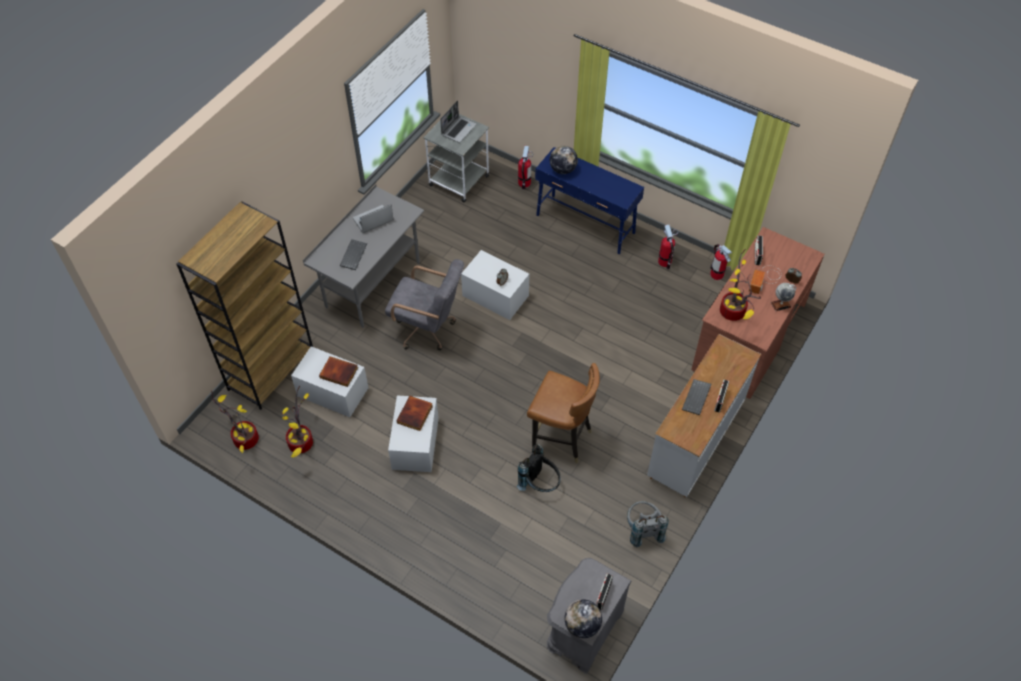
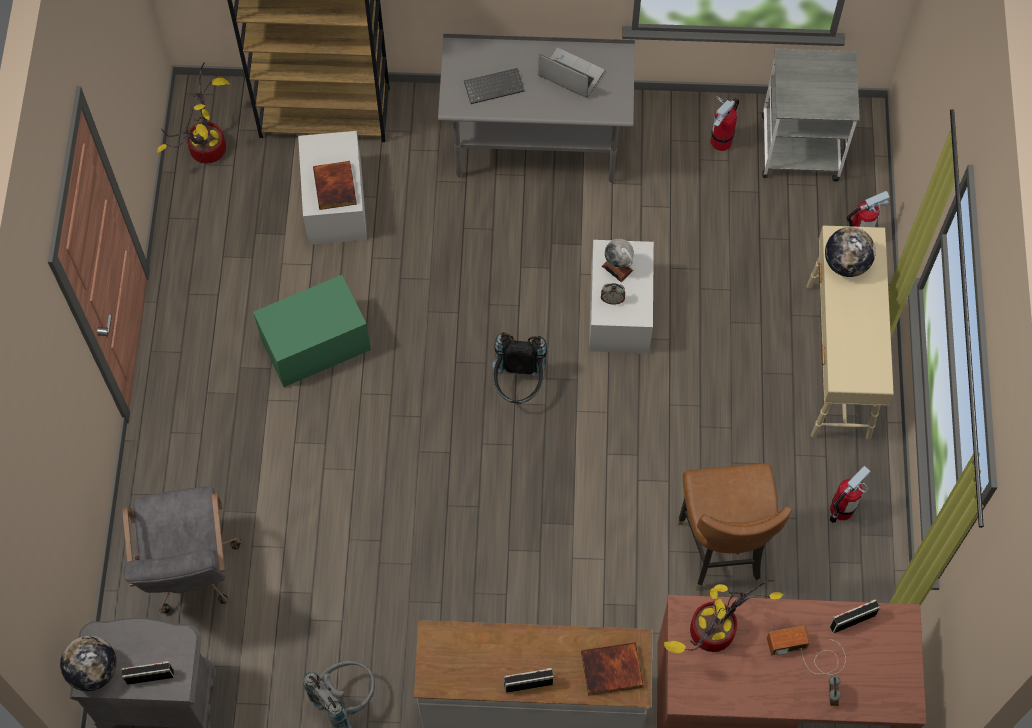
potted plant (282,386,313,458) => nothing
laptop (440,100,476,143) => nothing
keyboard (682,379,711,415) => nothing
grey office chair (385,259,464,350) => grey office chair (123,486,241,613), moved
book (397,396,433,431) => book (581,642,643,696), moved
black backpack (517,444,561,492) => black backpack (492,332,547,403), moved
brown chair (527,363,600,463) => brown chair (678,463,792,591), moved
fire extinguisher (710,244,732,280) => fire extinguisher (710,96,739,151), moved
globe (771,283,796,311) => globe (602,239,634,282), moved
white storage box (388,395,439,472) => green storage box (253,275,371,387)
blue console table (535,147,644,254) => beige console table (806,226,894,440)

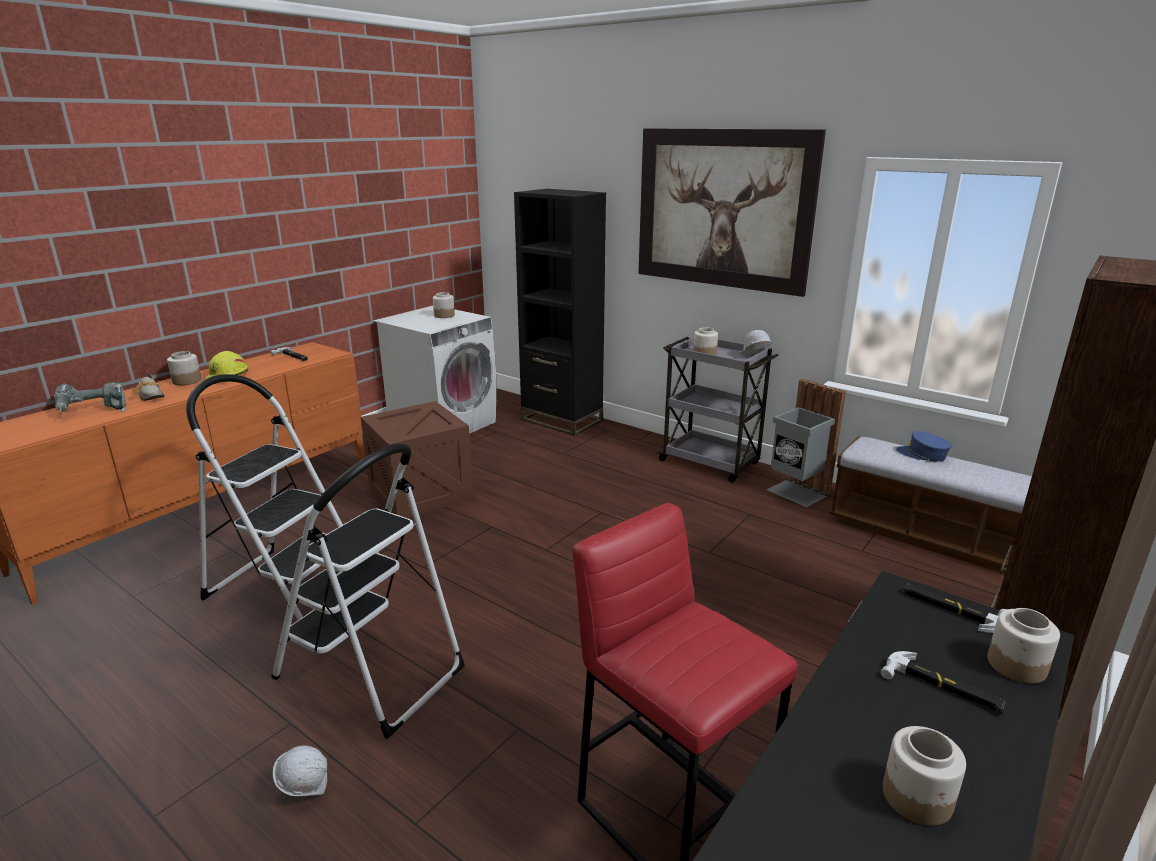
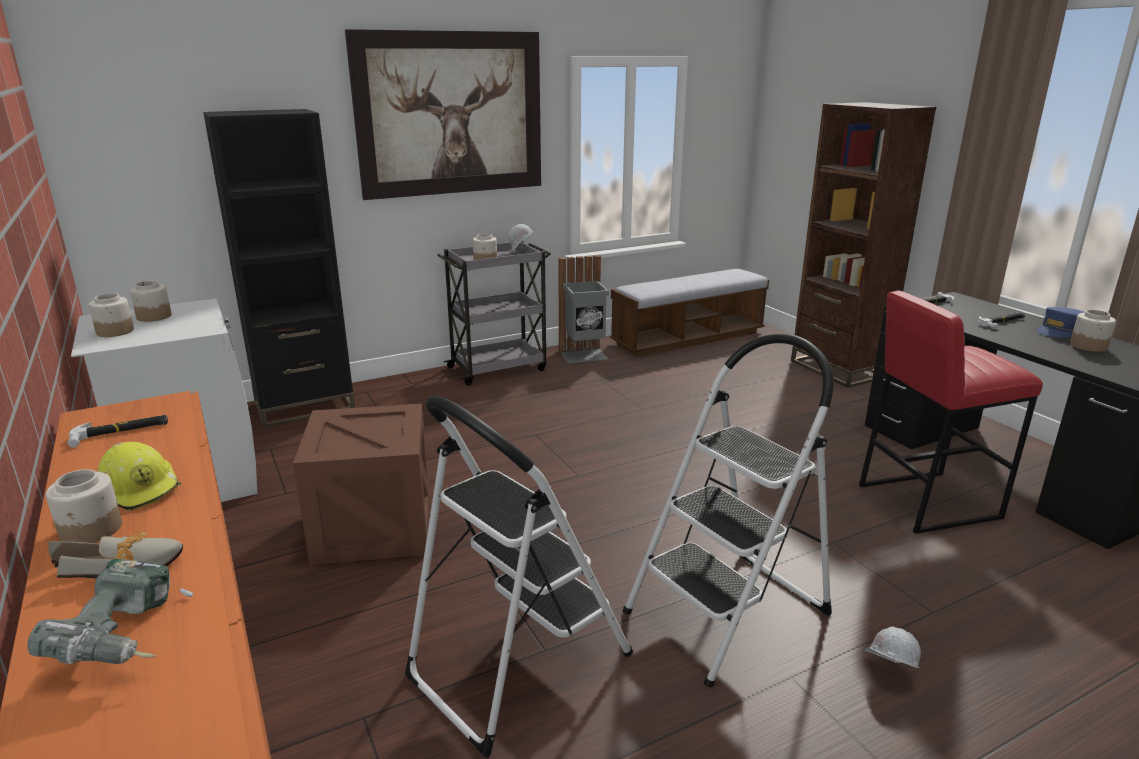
blue cap (896,431,952,462) => blue cap (1037,307,1085,337), moved
jar (987,608,1060,684) => jar (89,294,134,337), moved

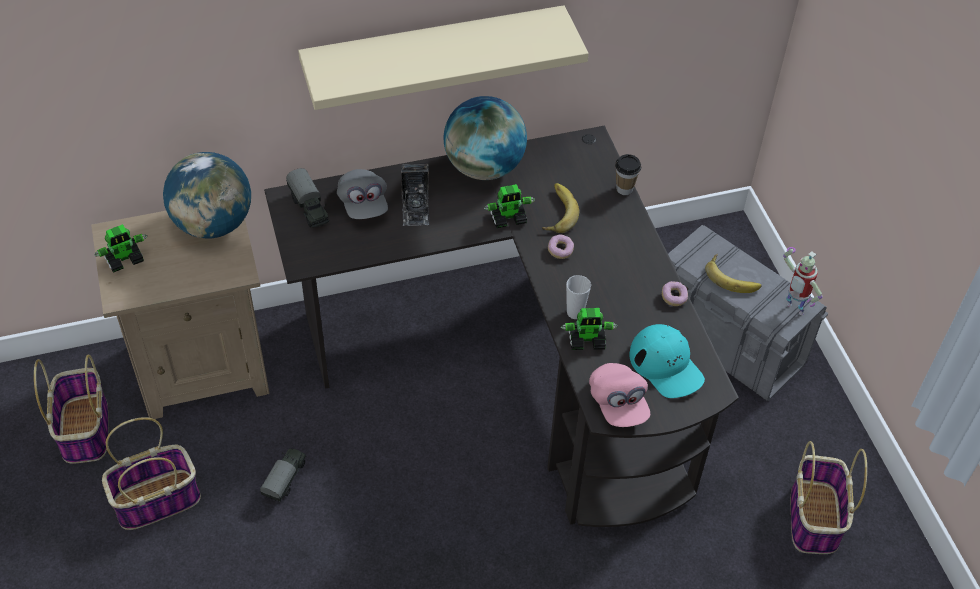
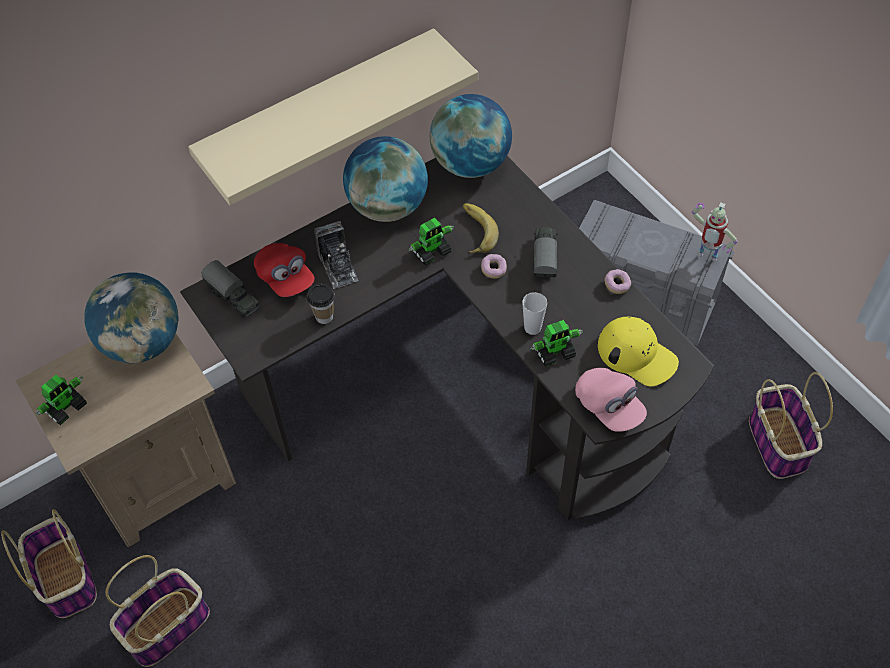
banana (705,254,762,293) => nothing
nothing => globe (430,94,512,178)
toy truck (260,448,306,501) => toy truck (533,227,558,279), moved
cup (615,154,641,195) => cup (307,283,335,324), moved
grey cap (337,169,388,219) => red cap (254,243,315,297)
turquoise cap (630,324,705,398) => yellow cap (598,317,679,386)

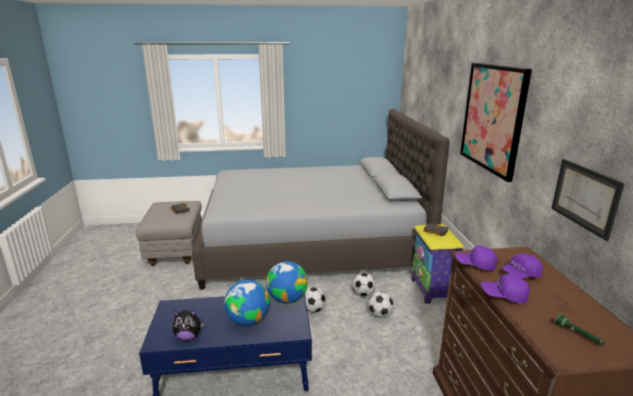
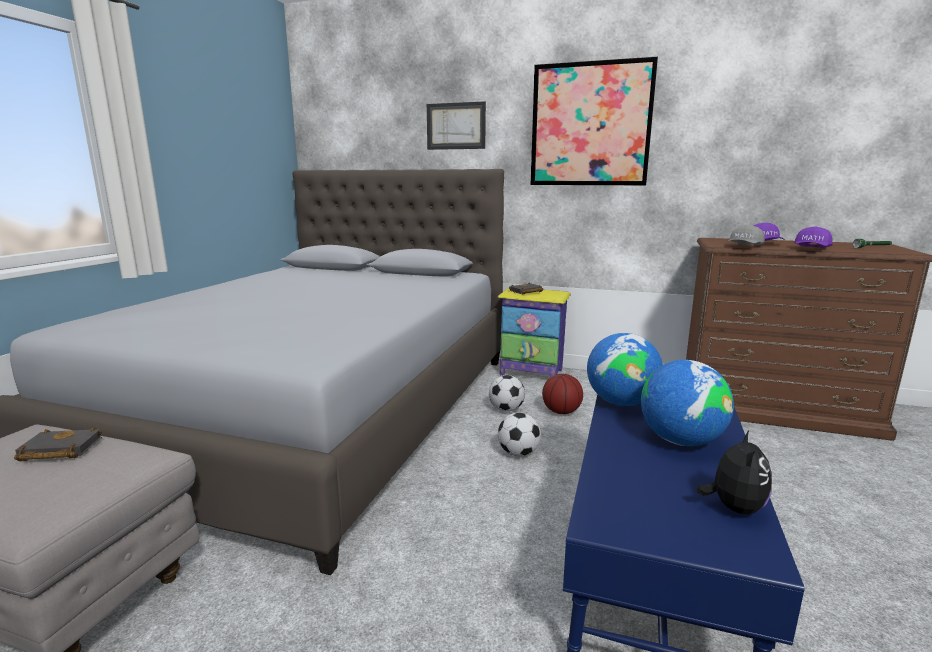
picture (551,159,625,241) => picture (427,101,486,150), moved
football (368,291,394,318) => basketball (542,374,583,414)
purple cap (455,246,498,271) => grey cap (728,225,765,246)

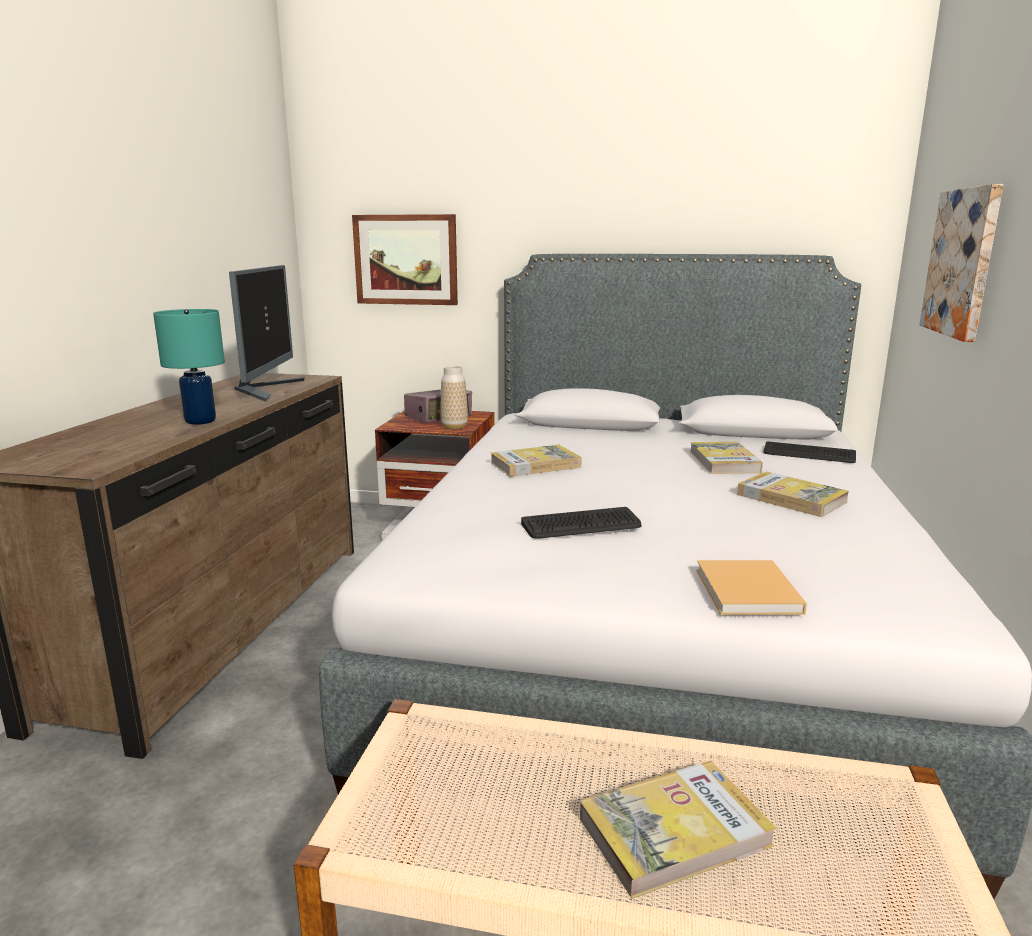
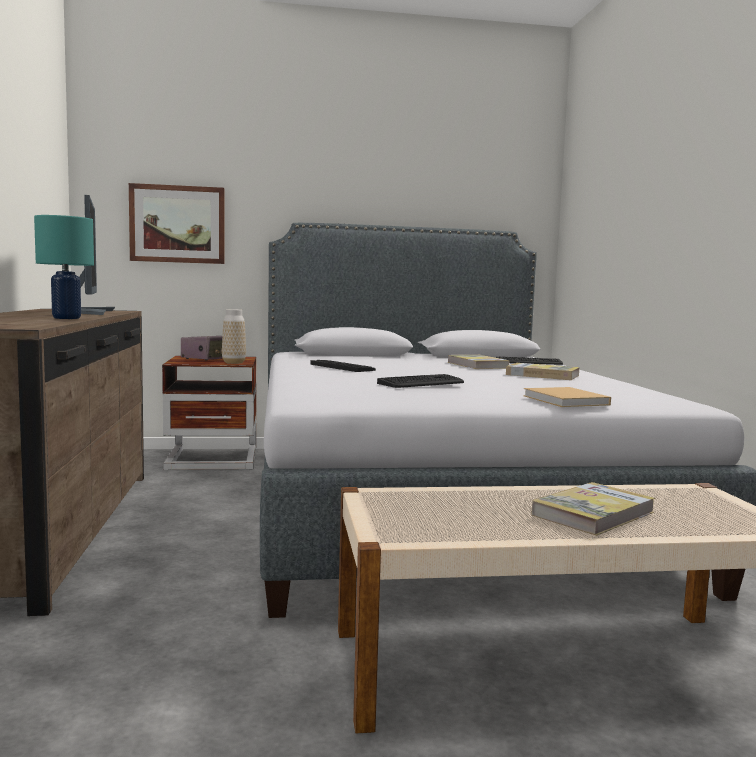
picture (919,184,1004,342) => nothing
book (491,445,582,477) => keyboard (311,360,376,372)

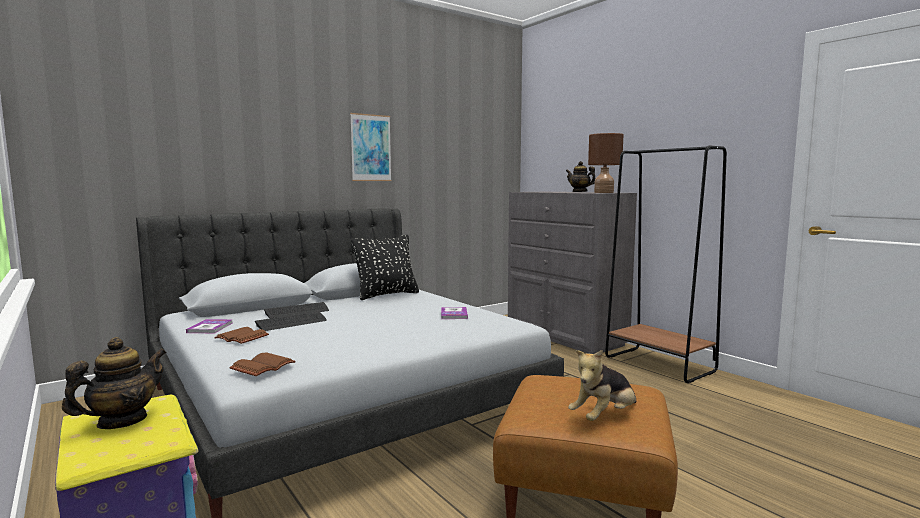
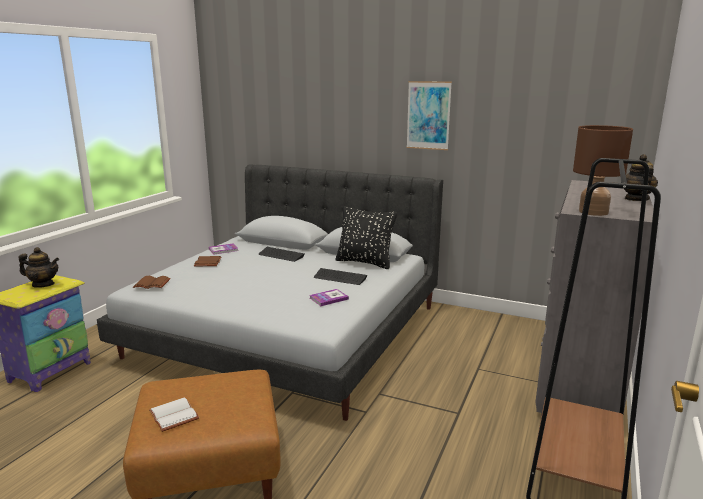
keyboard (255,311,327,331) => keyboard (314,268,367,285), moved
plush toy (568,350,636,421) => white book (149,397,199,432)

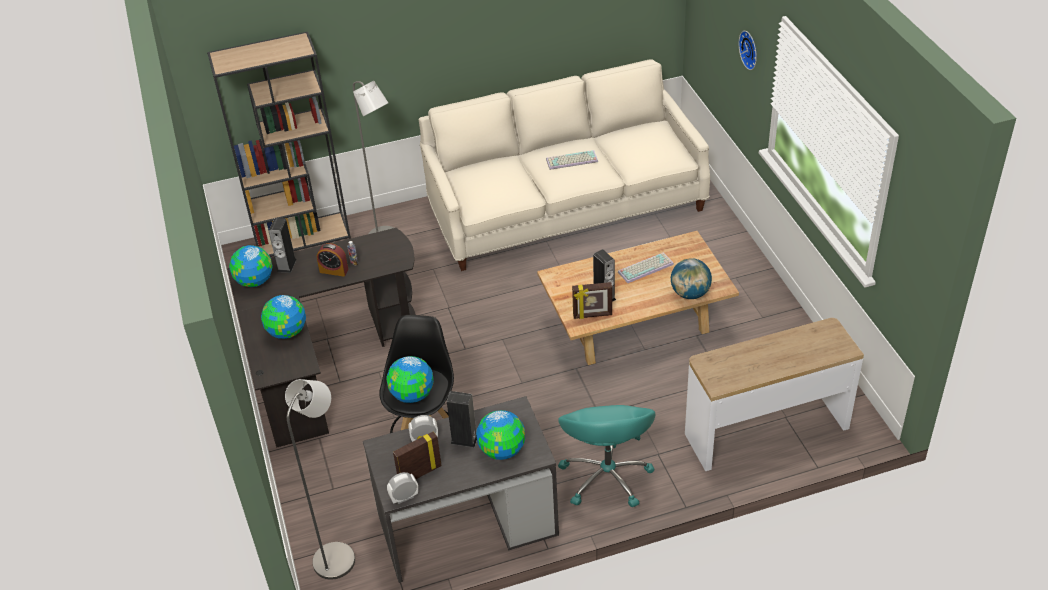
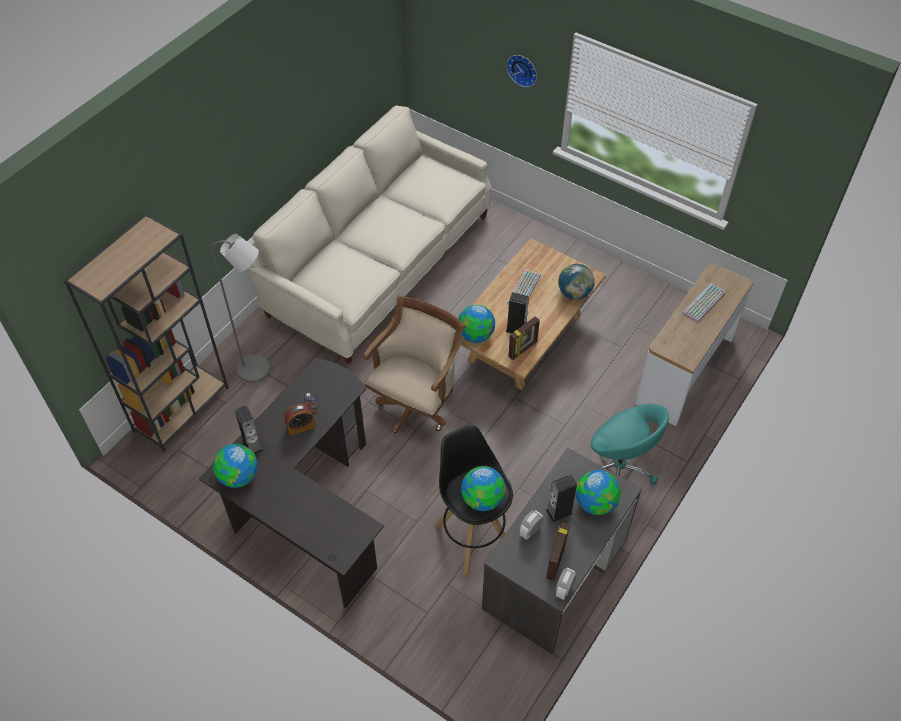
grey floor lamp (285,379,355,580) => nothing
nothing => office chair (363,296,466,433)
globe (261,295,306,339) => globe (458,305,495,343), moved
keyboard (546,150,598,170) => keyboard (683,283,726,323), moved

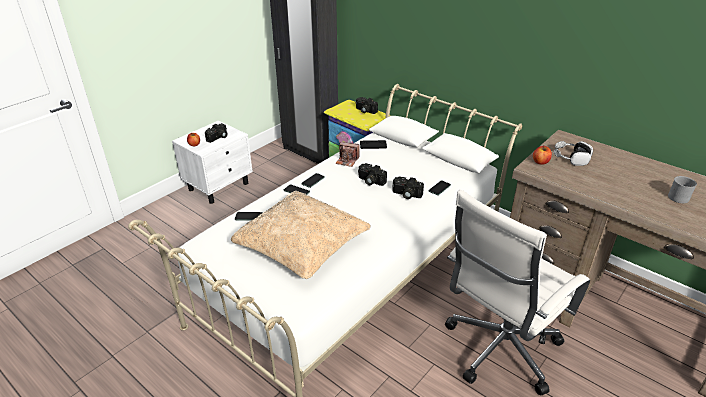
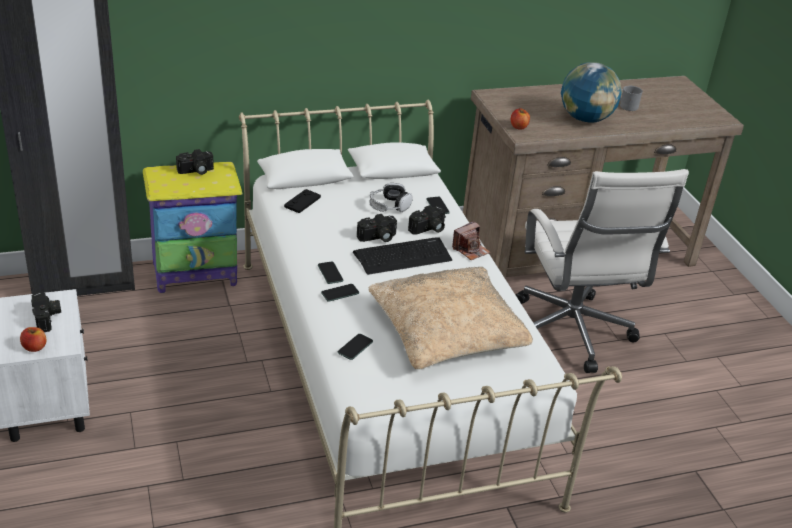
nothing => keyboard (353,237,452,275)
nothing => globe (561,62,622,123)
photo camera (335,142,360,167) => photo camera (452,221,490,260), moved
headphones (553,141,593,166) => headphones (369,183,412,212), moved

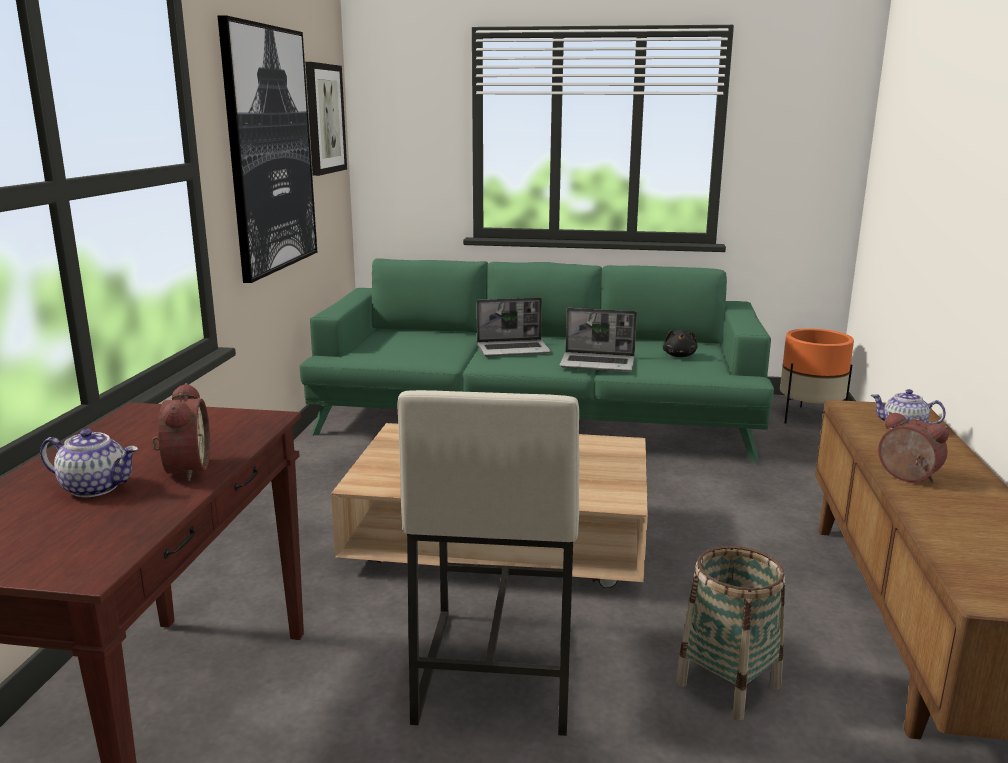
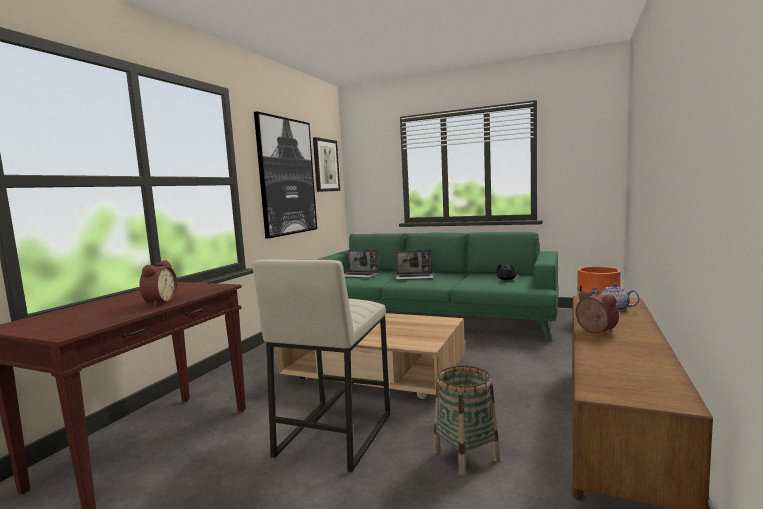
teapot (40,429,138,497) => nothing
laptop (559,308,637,372) => laptop (344,250,379,279), moved

